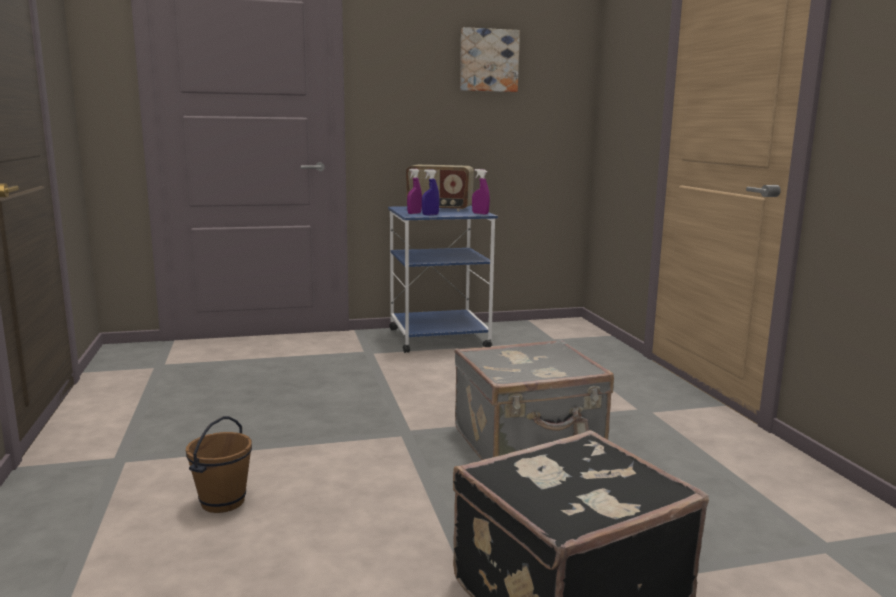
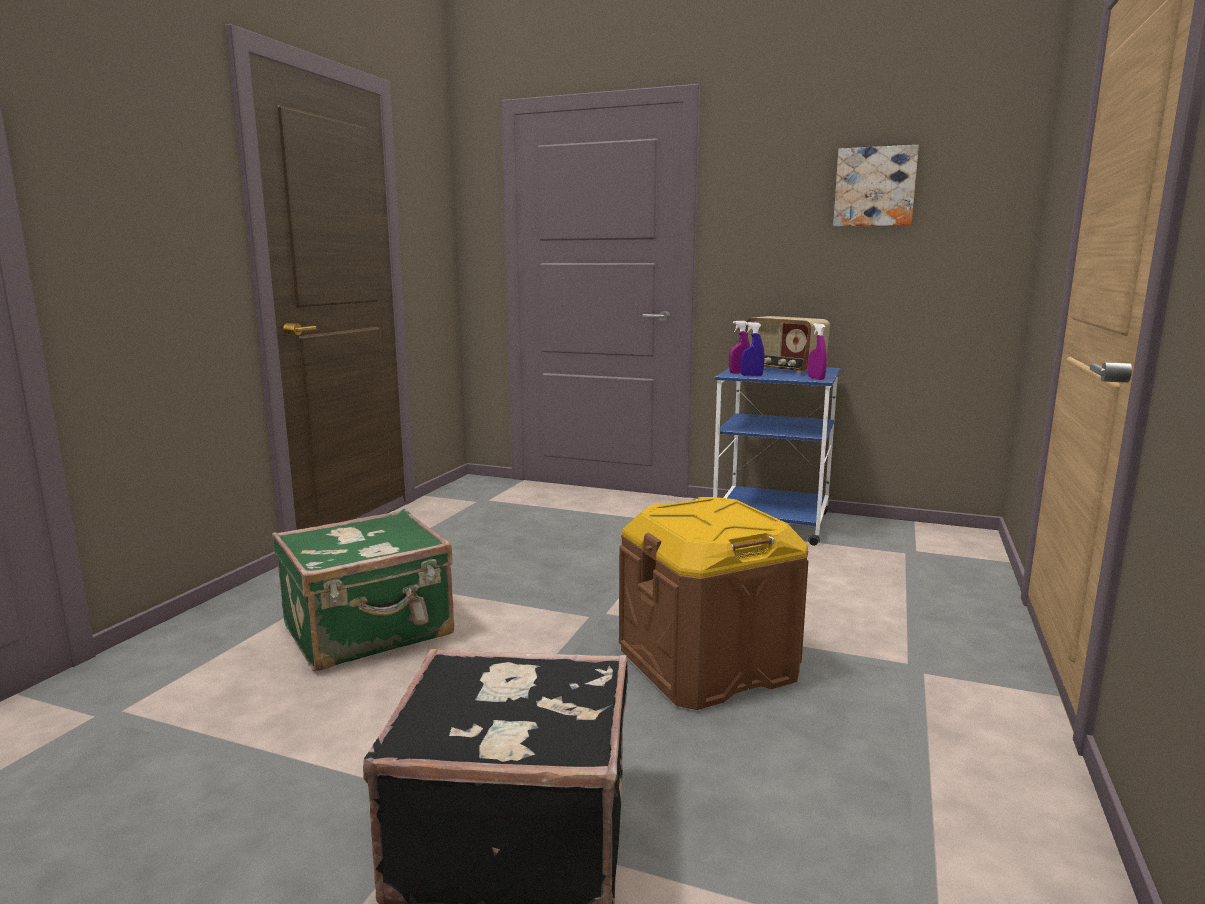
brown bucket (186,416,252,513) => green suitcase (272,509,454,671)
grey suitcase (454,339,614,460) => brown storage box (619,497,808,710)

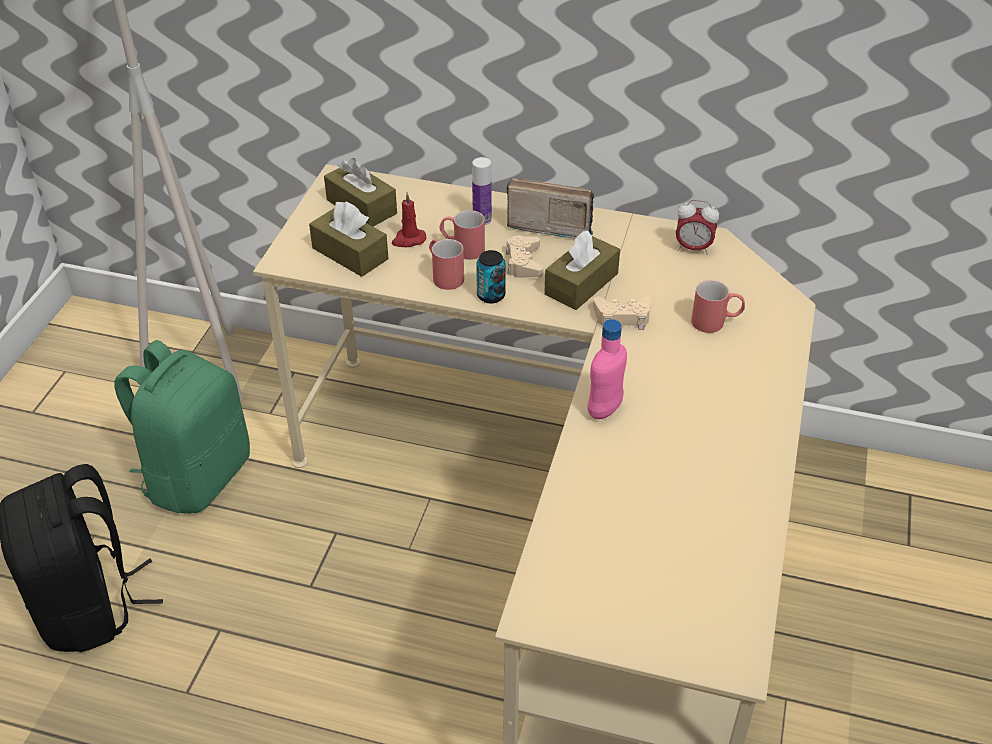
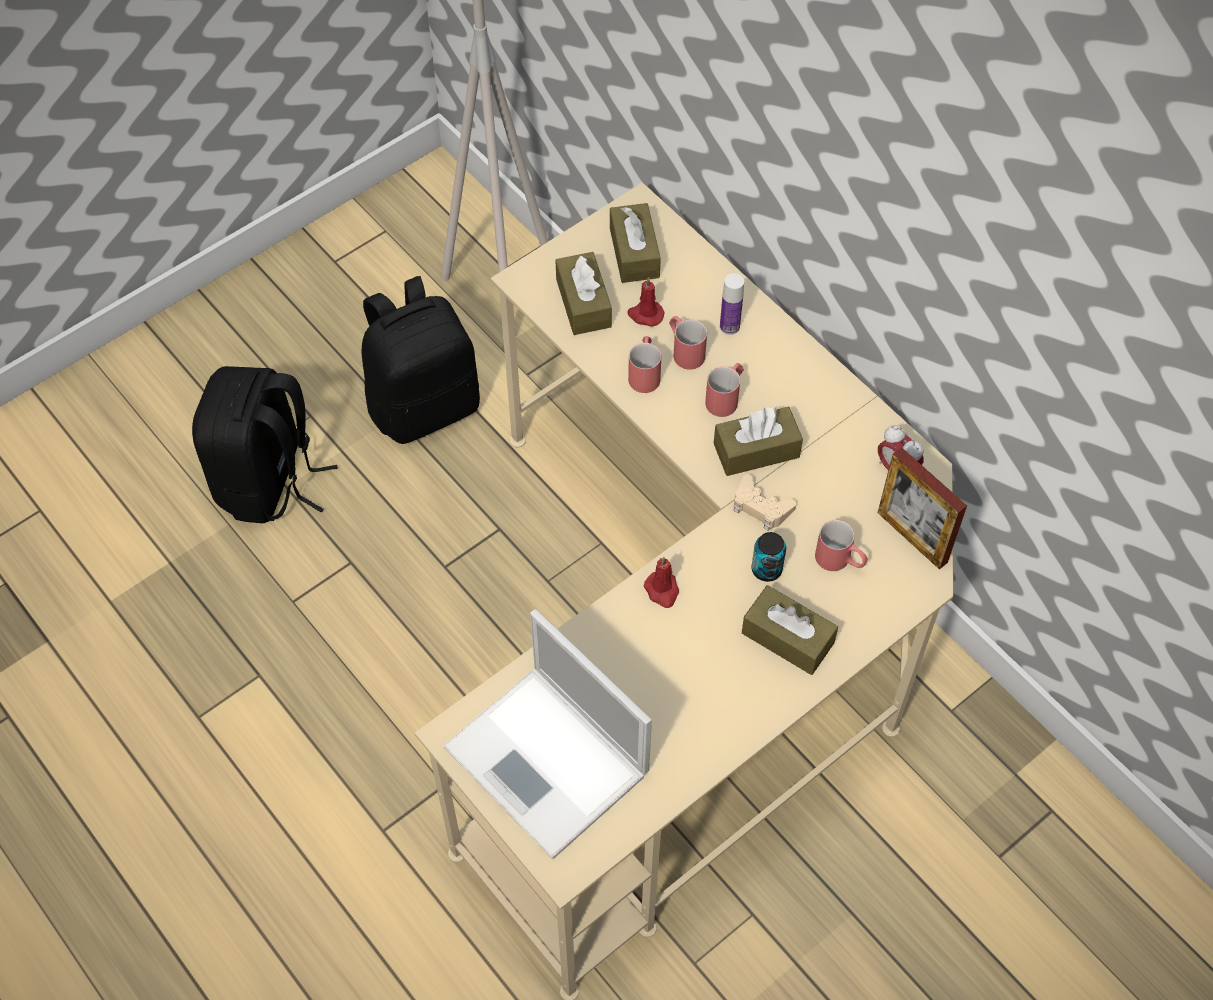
radio (507,178,594,239) => nothing
nothing => laptop (443,609,652,859)
nothing => brown tissue box (742,585,838,675)
nothing => picture frame (878,447,967,570)
can (476,250,506,304) => can (752,532,786,582), moved
beige game controller (506,235,543,278) => red mug (705,363,744,417)
pink bottle (588,319,627,419) => red candle (643,557,679,608)
green backpack (114,340,250,514) => black backpack (362,276,480,444)

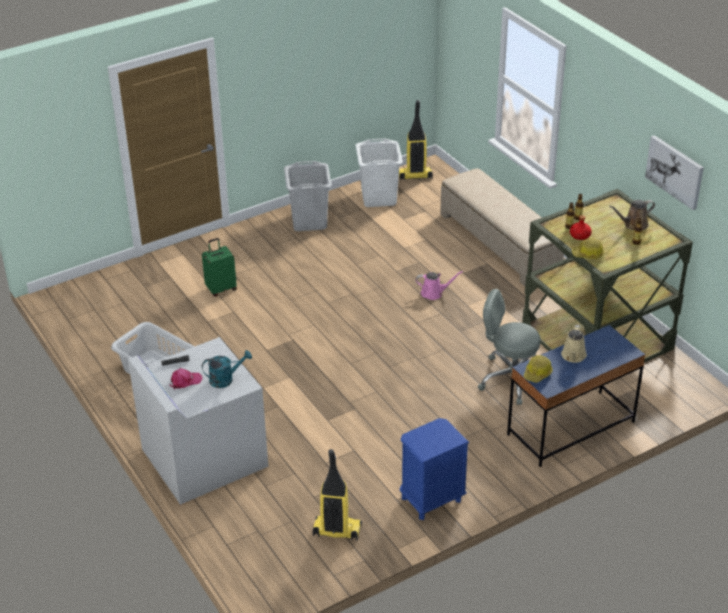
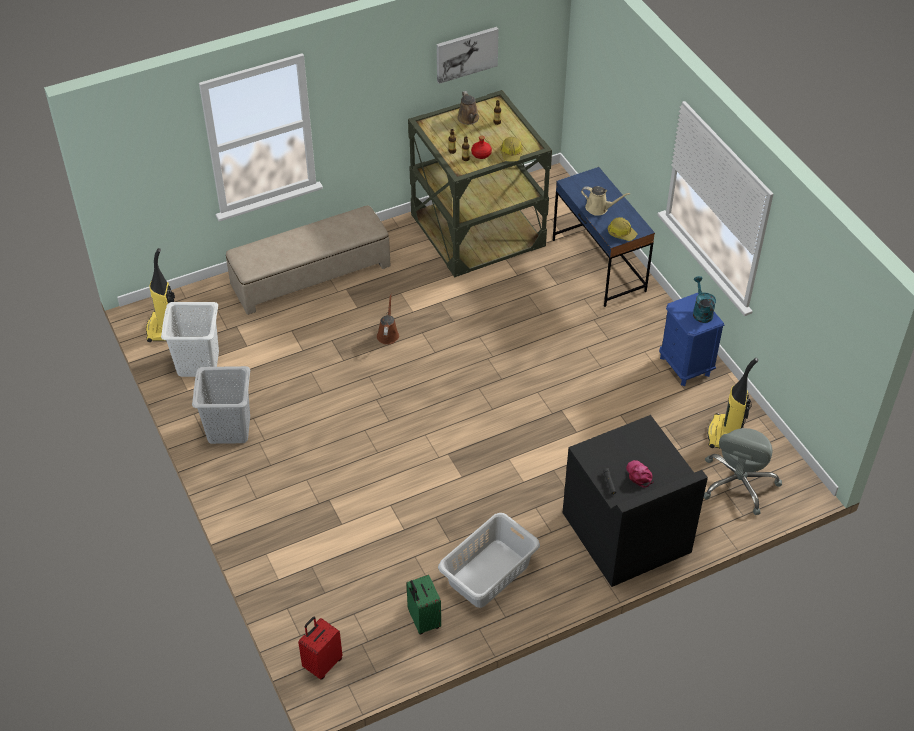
nothing => red suitcase (298,616,342,680)
green suitcase (202,238,237,297) => green suitcase (406,575,441,634), moved
turquoise watering can (202,350,252,388) => turquoise watering can (693,276,716,323), moved
grey office chair (478,289,541,405) => grey office chair (704,428,782,515), moved
white washing machine (128,337,269,505) => black washing machine (562,415,708,587)
pink watering can (416,271,463,300) => brown watering can (377,294,399,345)

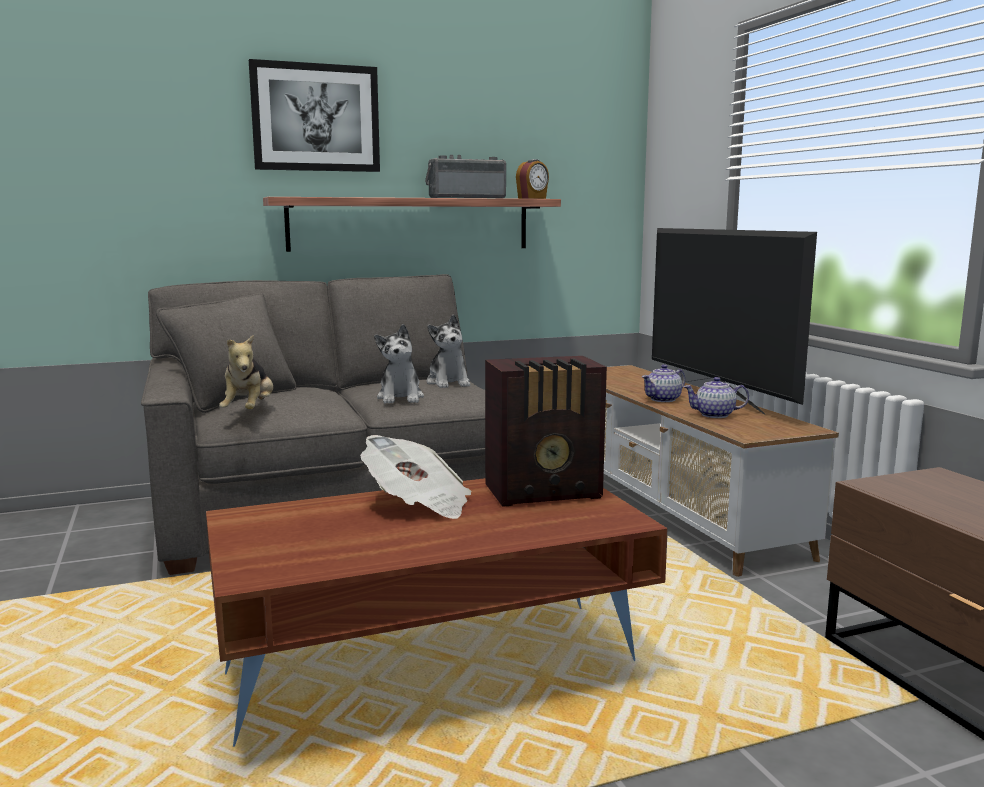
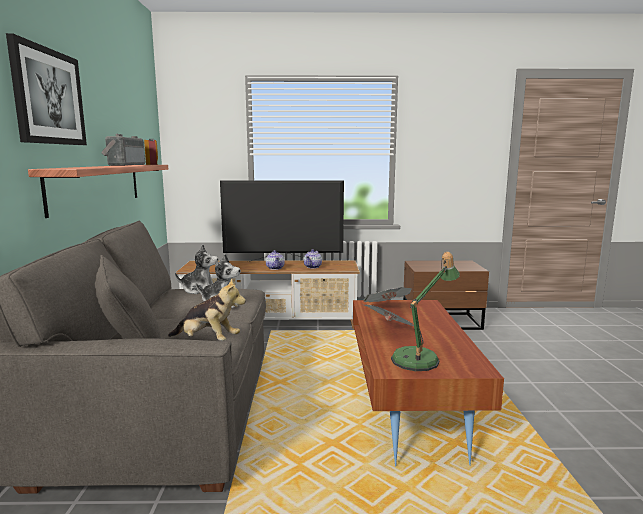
nothing => table lamp (391,252,460,371)
radio (485,356,607,507) => newspaper (363,287,412,302)

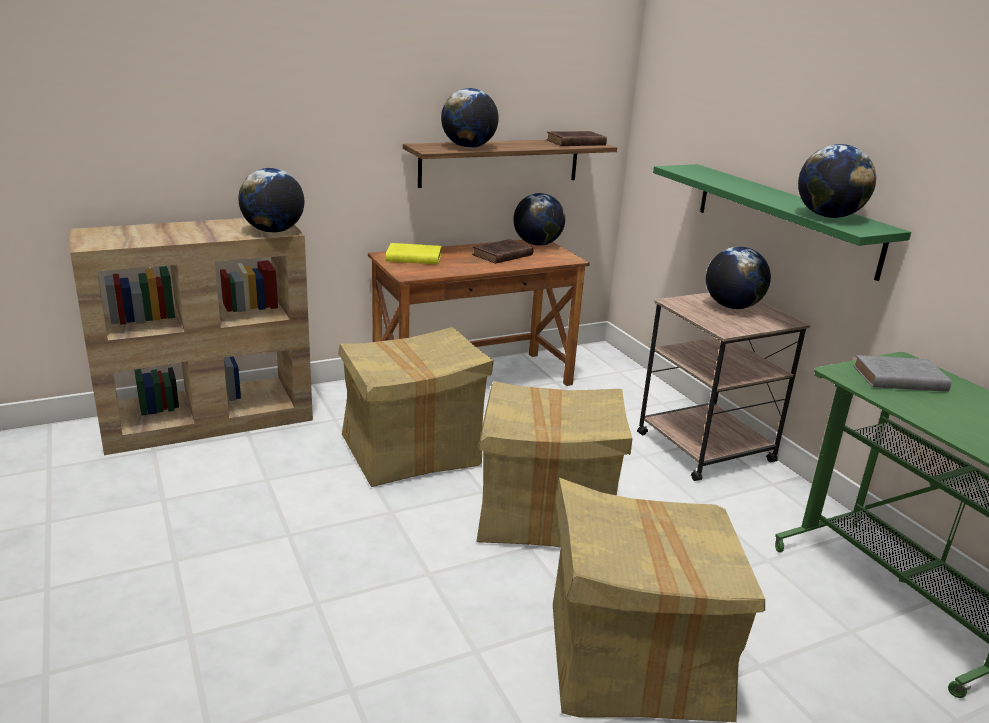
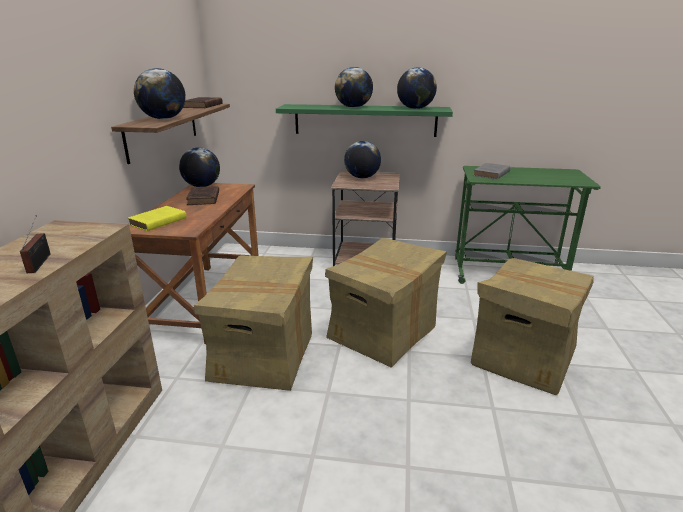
nothing => radio (20,215,51,273)
globe (238,168,304,233) => globe (335,67,373,108), moved

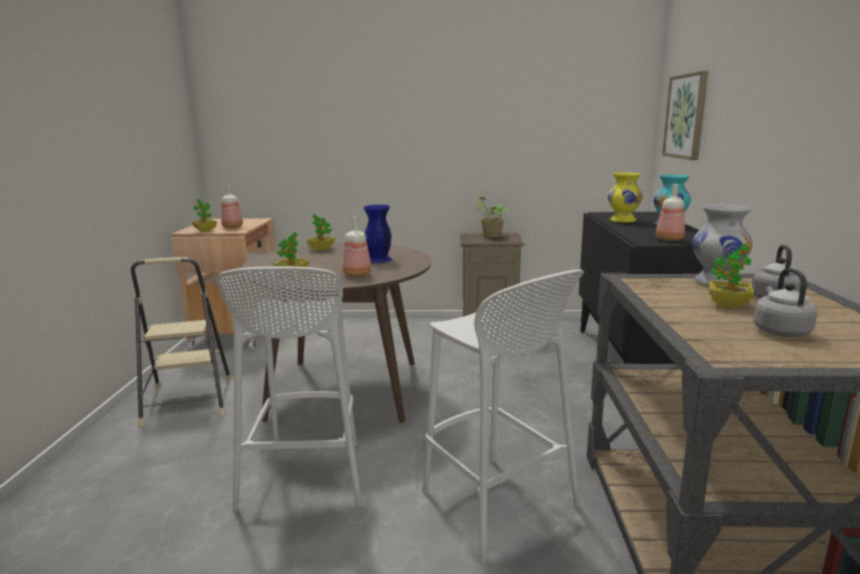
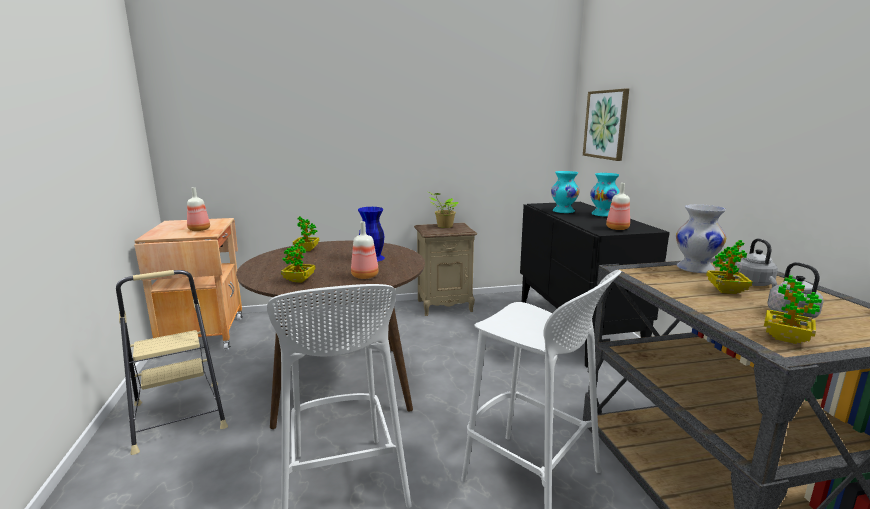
potted plant (192,198,217,232) => potted plant (764,275,822,344), moved
yellow vase (608,172,643,223) => turquoise vase (551,171,580,213)

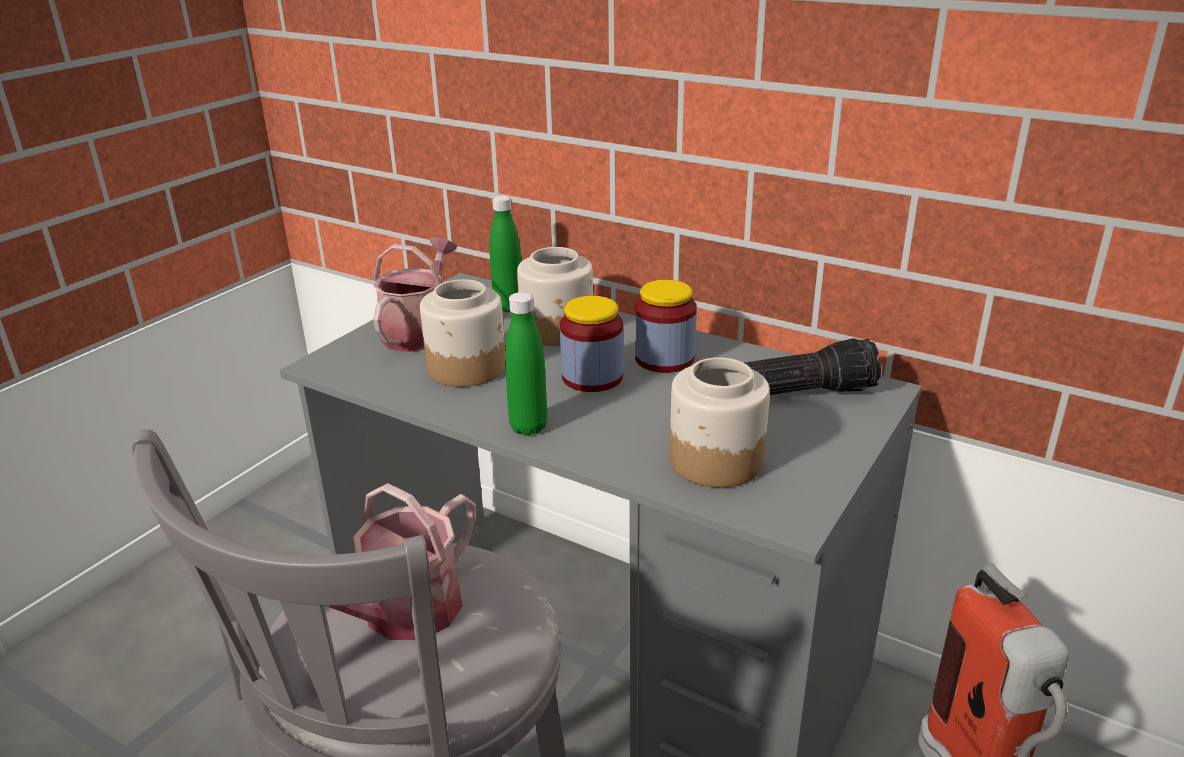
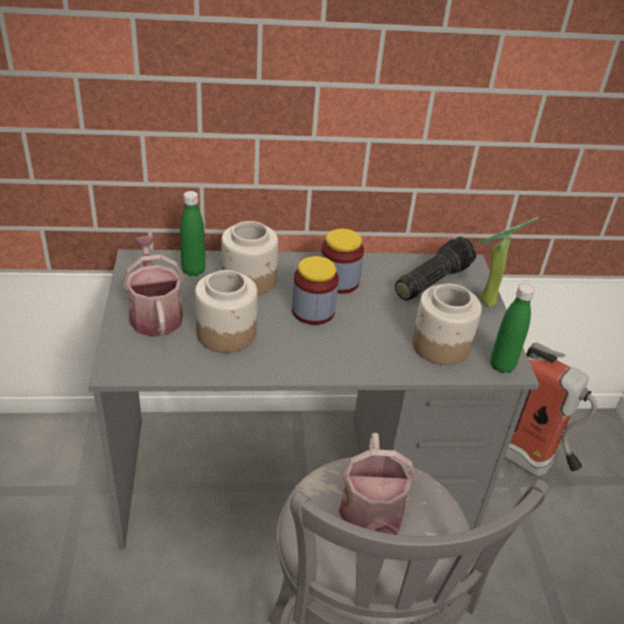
nothing => potted plant (473,217,538,307)
green bottle (505,292,548,436) => green bottle (491,284,535,373), moved

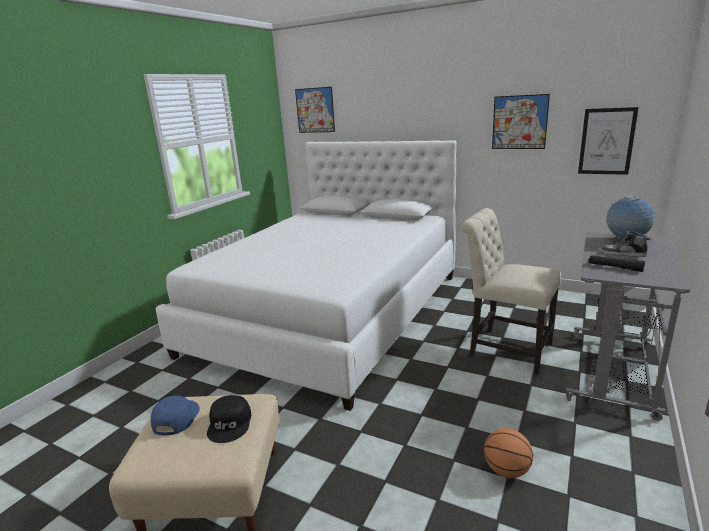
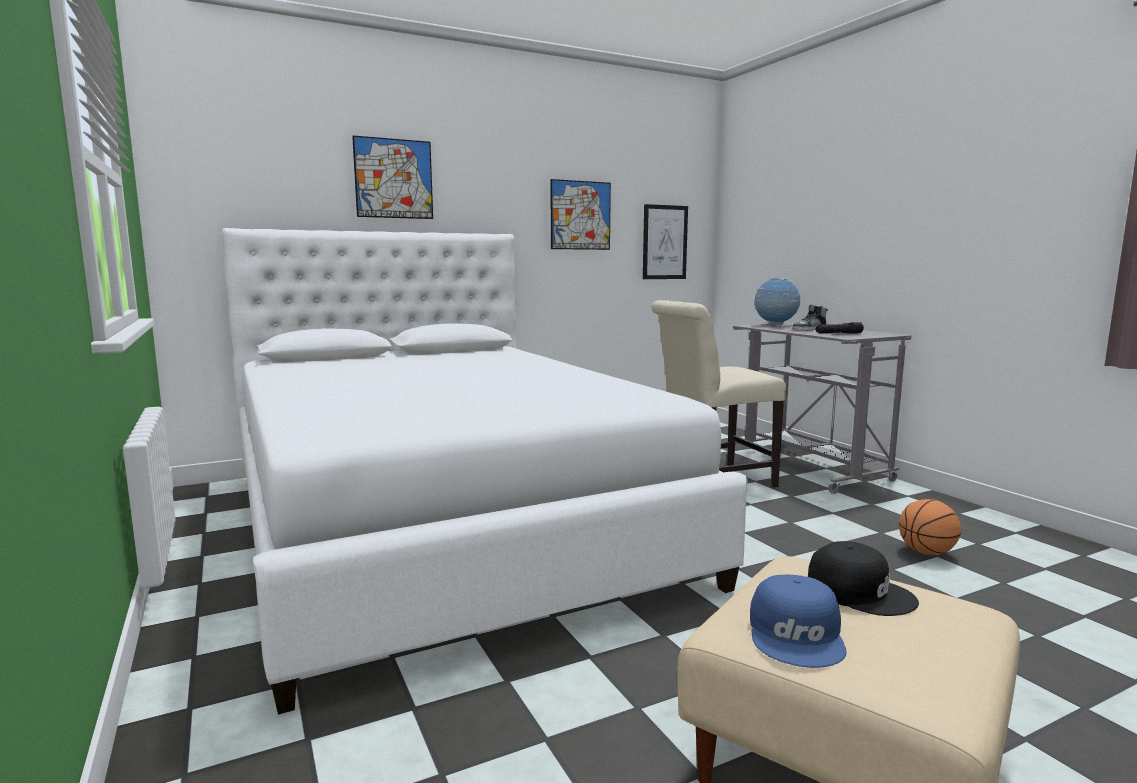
picture (295,87,335,133) => picture (352,135,433,219), moved
blue cap (151,396,200,435) => blue cap (750,575,847,668), 120 degrees counterclockwise

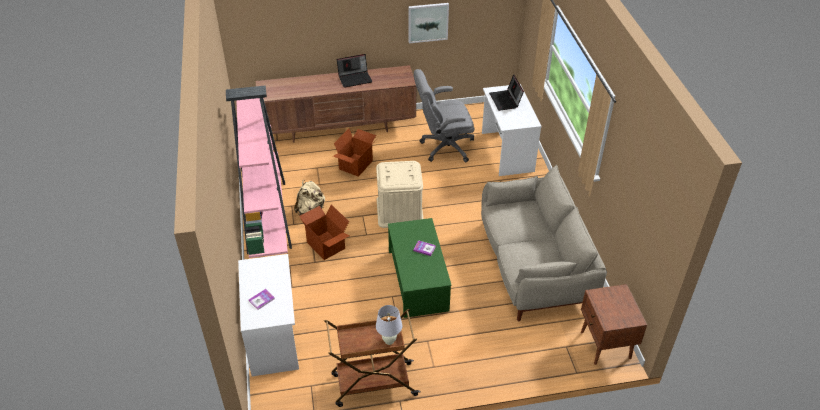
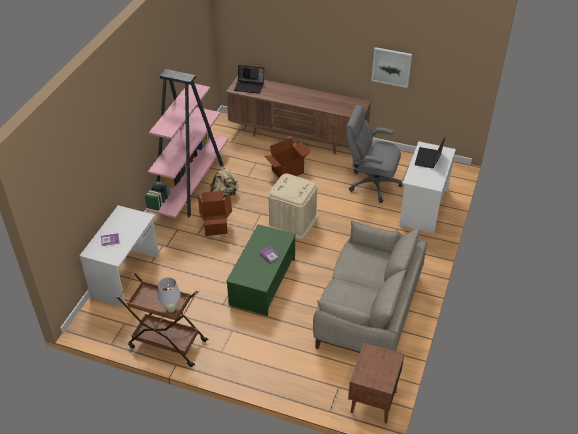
laptop (337,54,372,88) => laptop (234,65,264,94), moved

